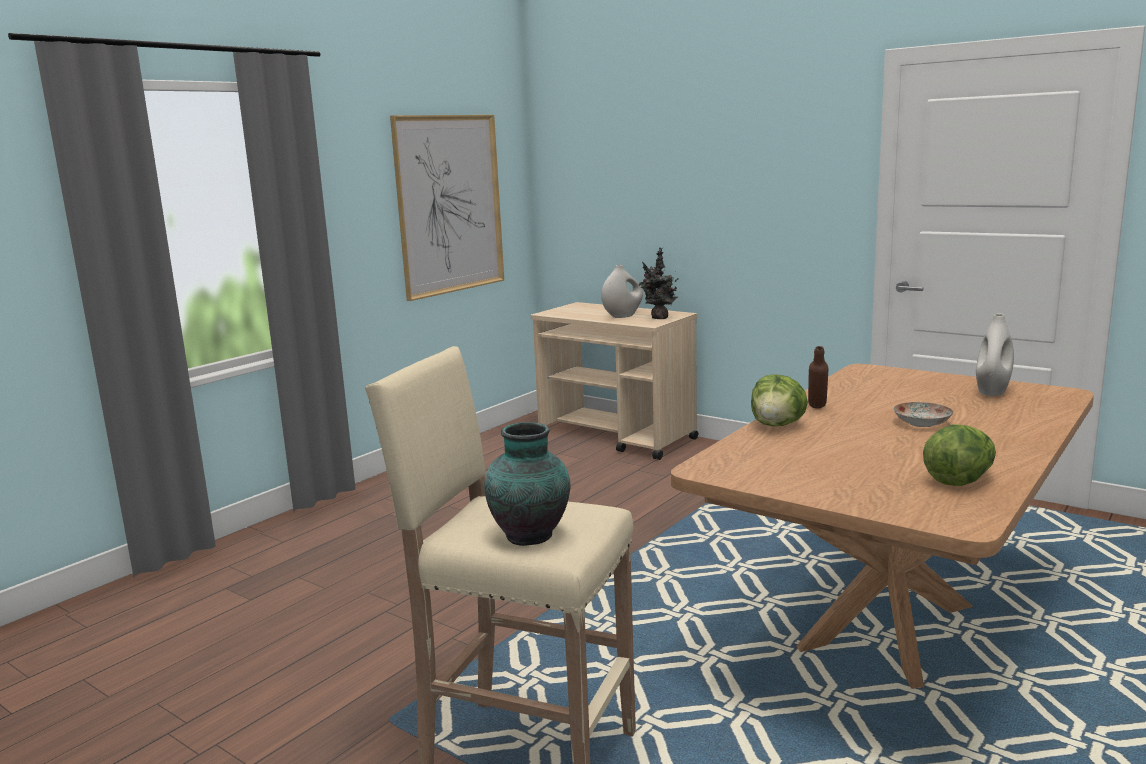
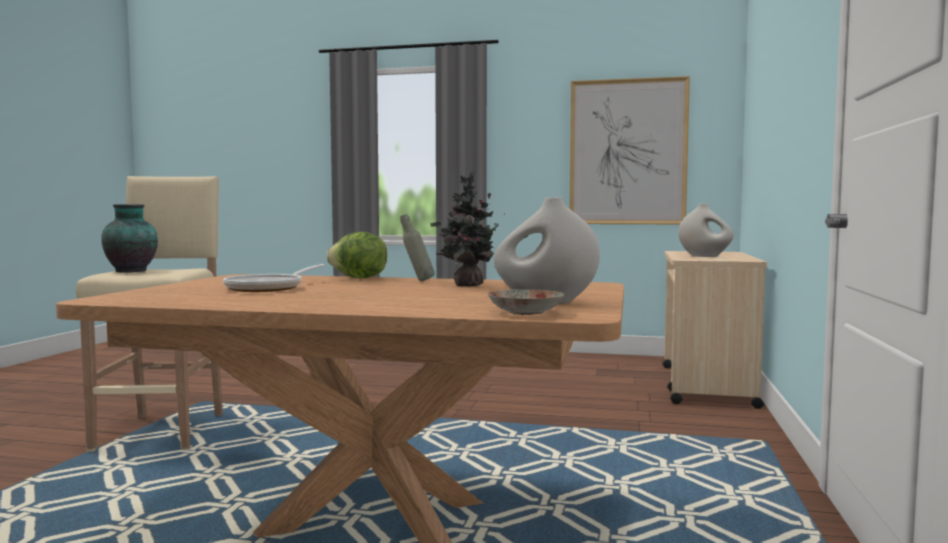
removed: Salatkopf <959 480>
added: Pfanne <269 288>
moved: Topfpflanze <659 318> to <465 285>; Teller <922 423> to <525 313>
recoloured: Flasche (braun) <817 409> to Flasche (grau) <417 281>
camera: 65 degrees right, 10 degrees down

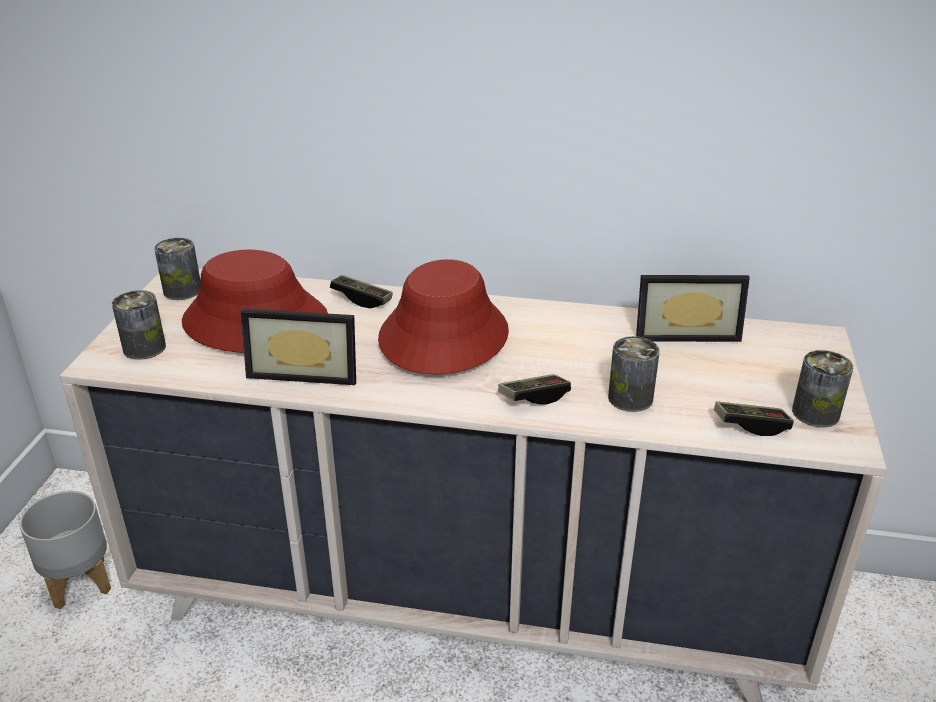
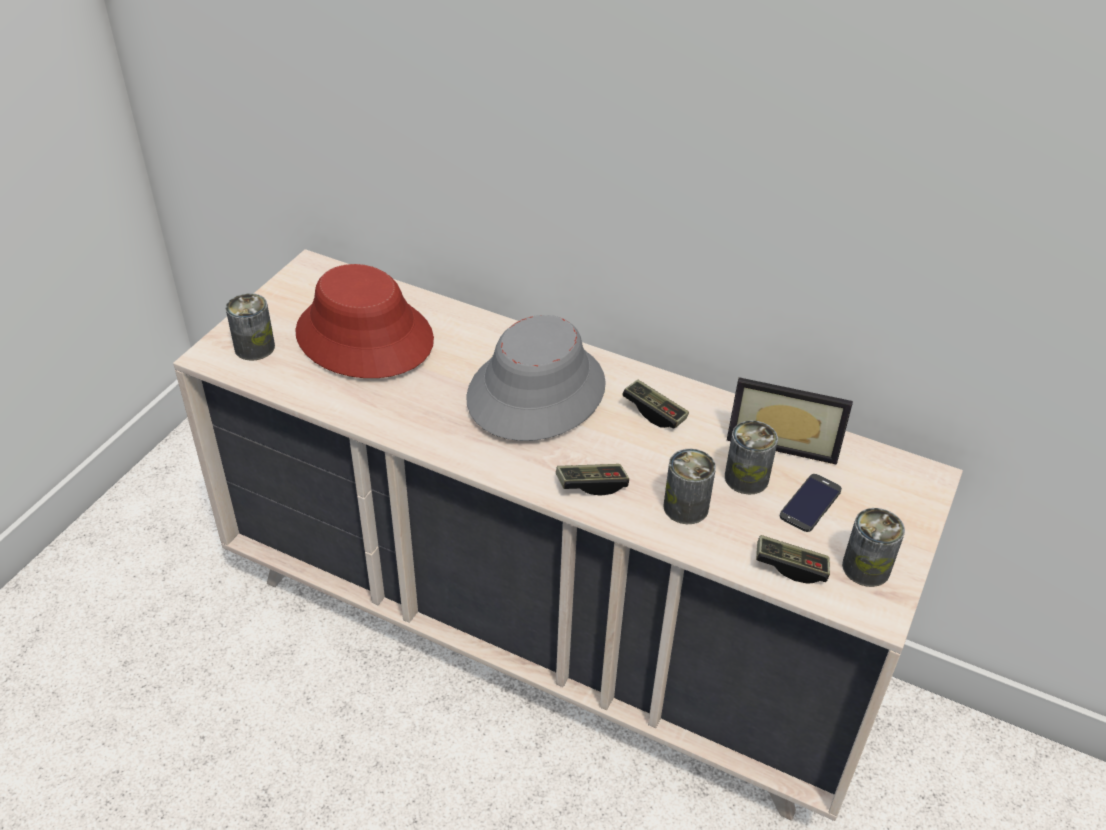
removed: Bilderrahmen <305 370>; Pflanzkübel (grau) <79 582>
added: Handy <810 503>
moved: Dose <182 290> to <746 478>; Gamepad <362 299> to <654 412>
recoloured: Hut (rot) <443 335> to Hut (grau) <536 391>
camera: 15 degrees right, 10 degrees up

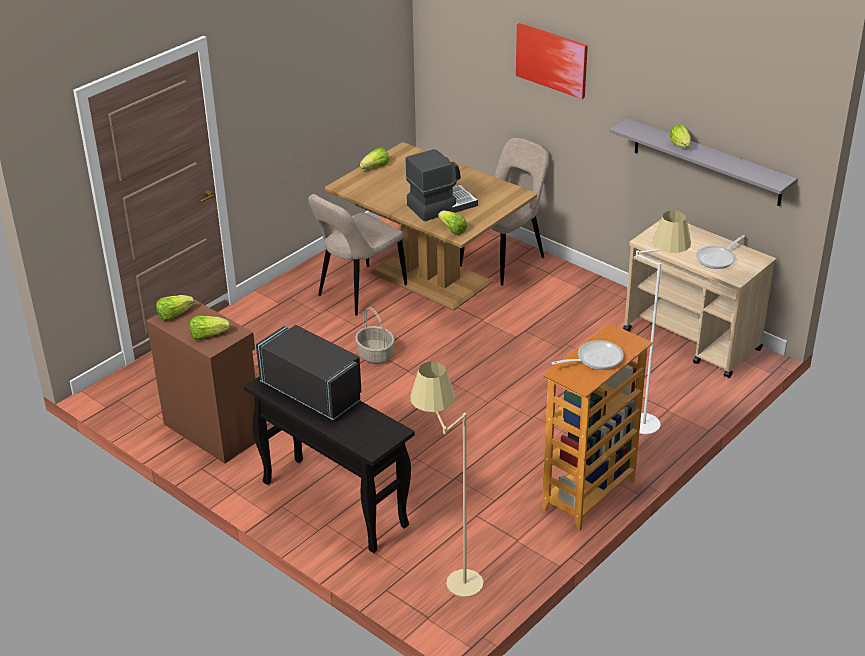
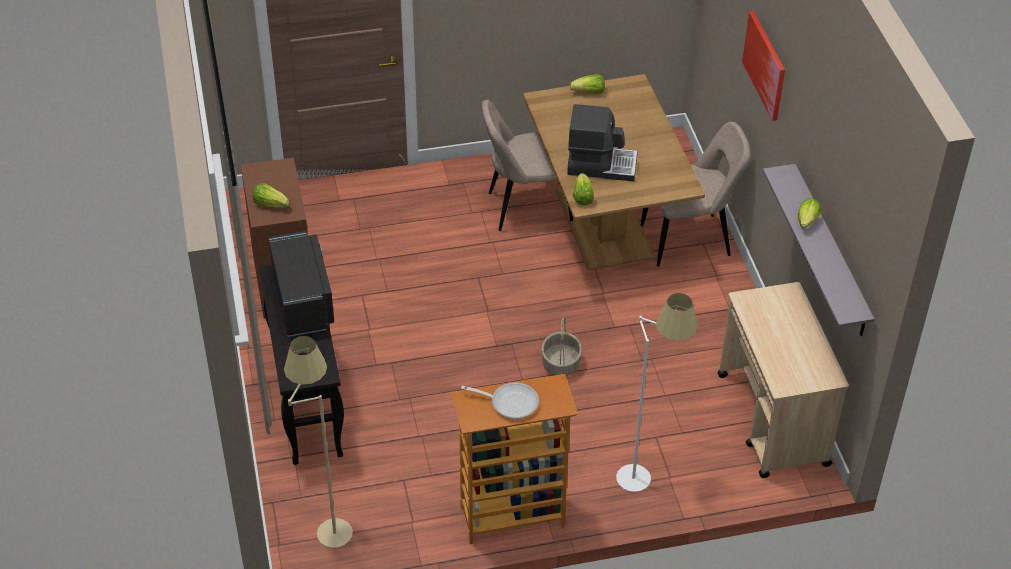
removed: Pfanne <718 258>; Salatkopf <174 315>
moved: Korb <376 355> to <561 364>
camera: 35 degrees right, 10 degrees up

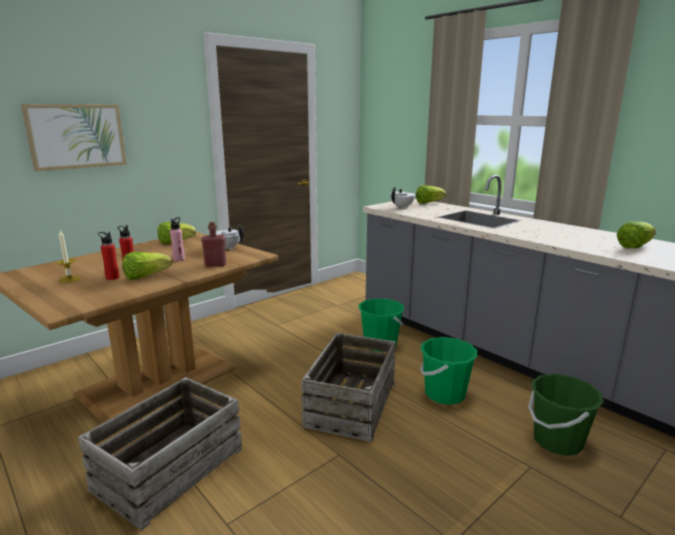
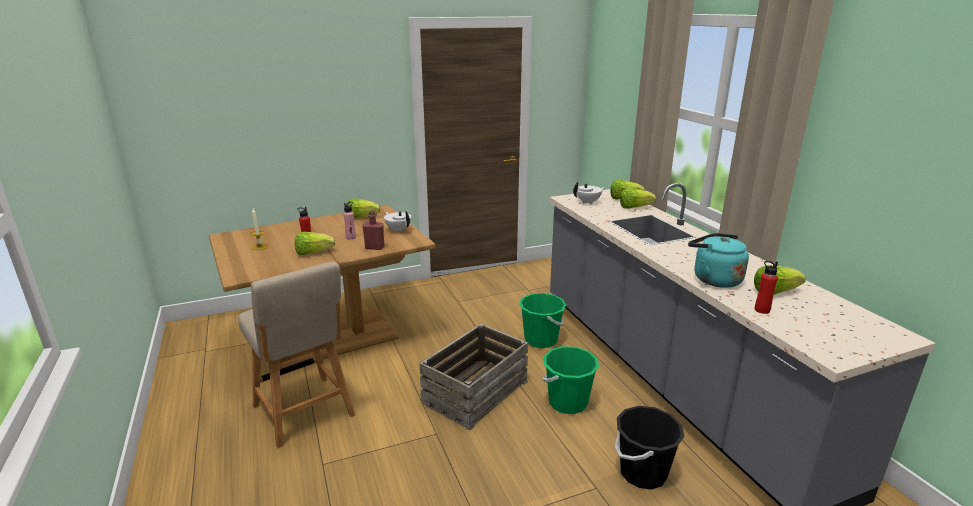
removed: Bild <77 136>
added: Salatkopf <634 207>; Wasserkessel (türkis) <714 279>
moved: Flasche (rot) <112 277> to <762 310>
replaced: Kiste <170 470> to Stuhl (beige) <305 413>
recoloured: Eimer (grün) <557 441> to Eimer (schwarz) <642 472>
camera: 20 degrees right, 5 degrees up

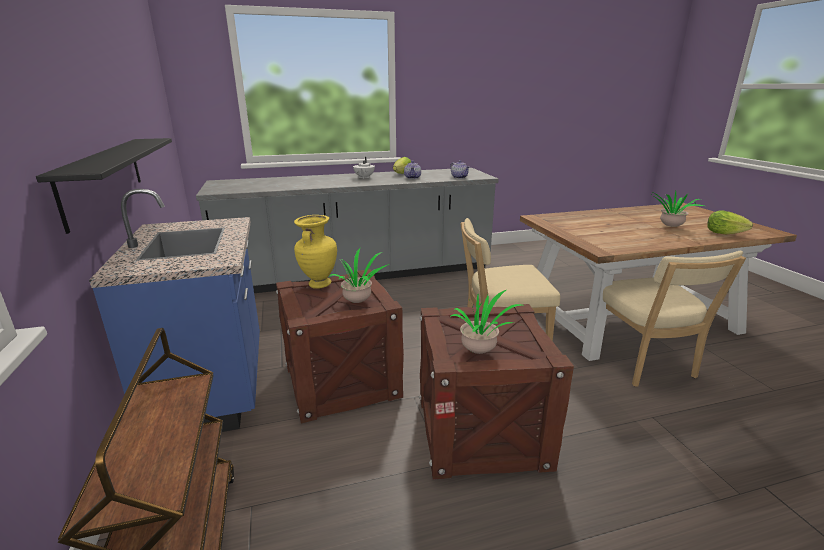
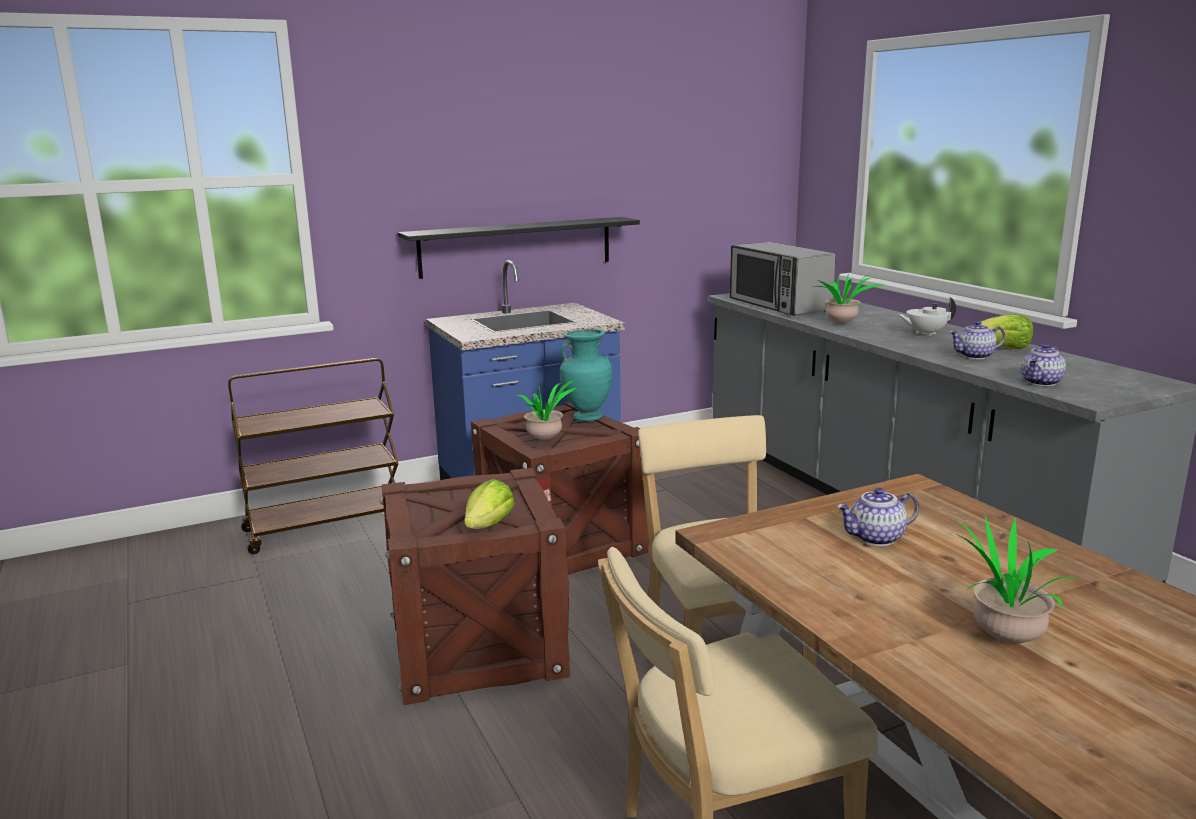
added: Mikrowelle <778 305>; Teekanne <876 539>
moved: Salatkopf <723 233> to <489 526>; Topfpflanze <481 351> to <842 324>
recoloured: Vase (gelb) <318 284> to Vase (türkis) <587 417>
camera: 80 degrees right, 5 degrees down

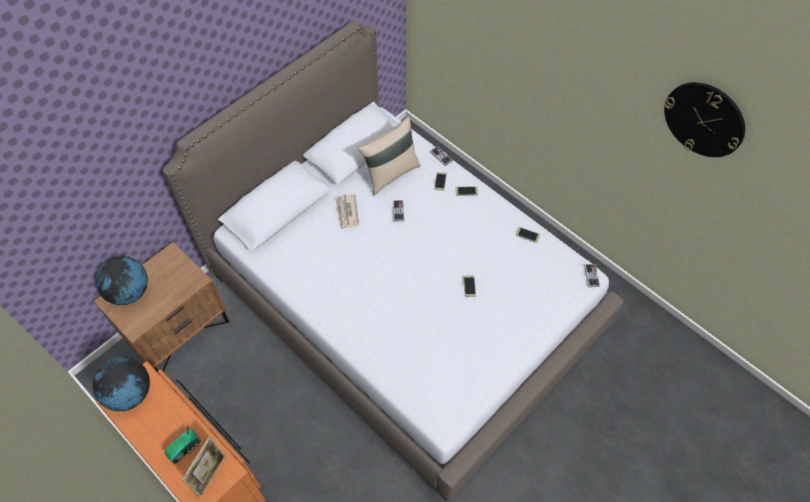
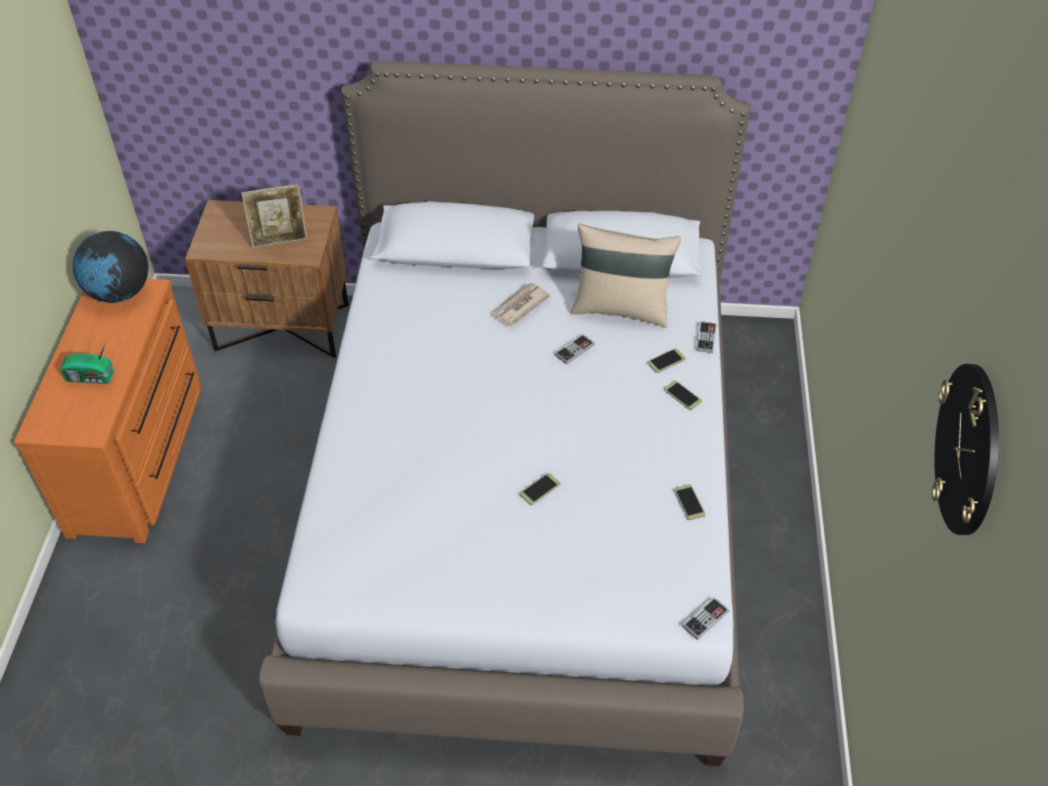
removed: Globus <129 292>
moved: Bilderrahmen <211 474> to <280 241>
camera: 50 degrees right, 10 degrees down

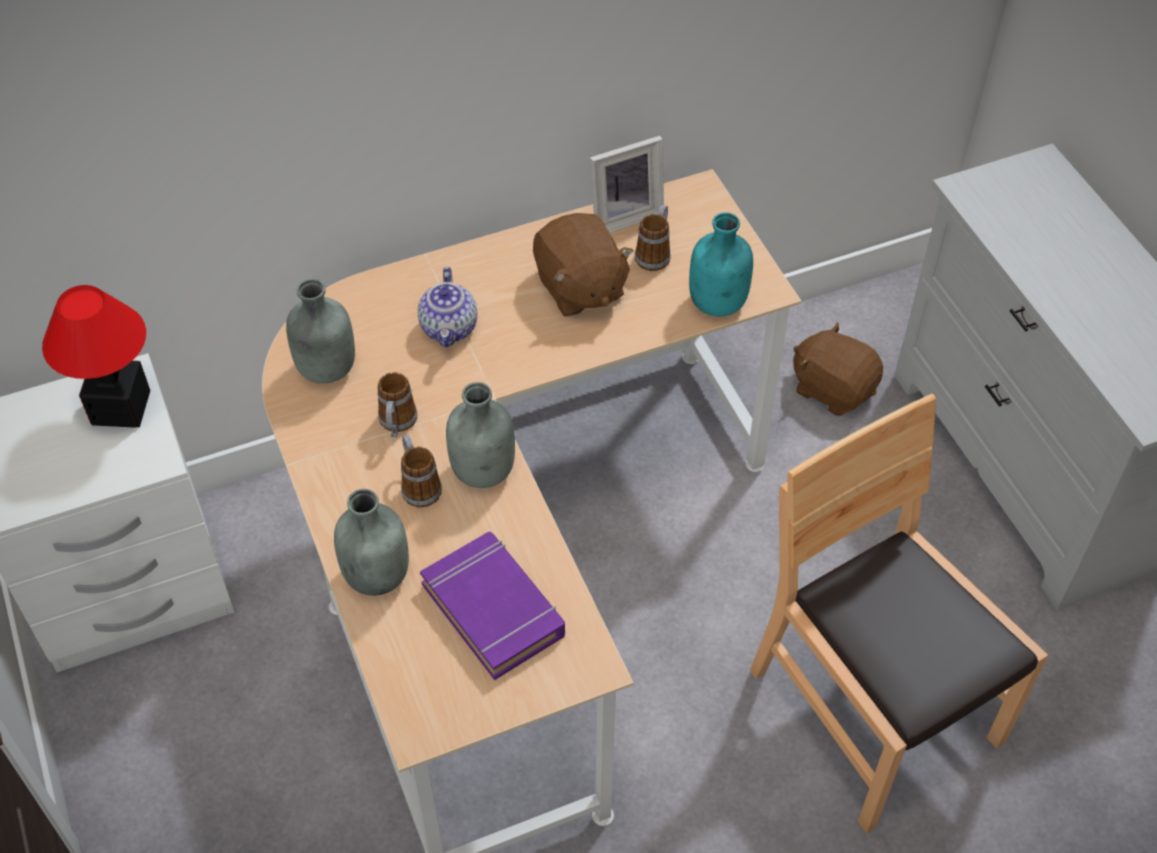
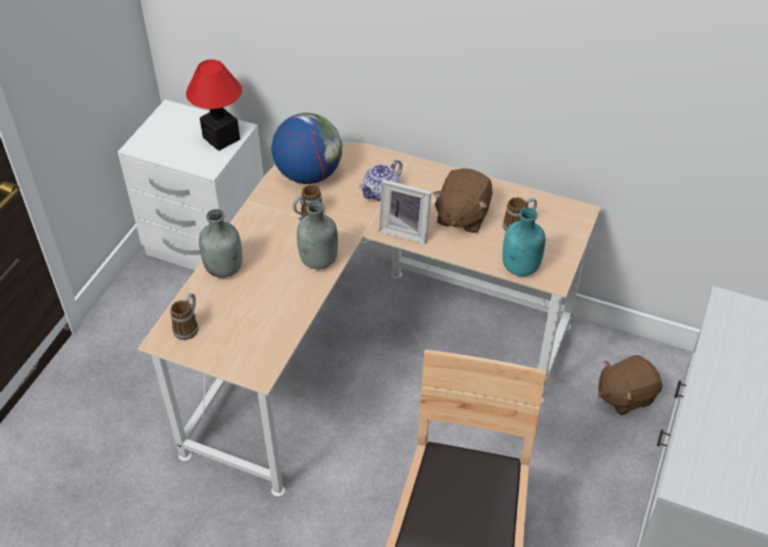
removed: Buch (lila) <494 609>
moved: Bilderrahmen <623 215> to <405 230>; Henkelbecher <418 485> to <188 326>
replaced: Flasche (grau) <326 369> to Globus <308 174>
turned: Plüschtier (braun) <833 388> = <625 395> 105 degrees counterclockwise
camera: 45 degrees right, 5 degrees down

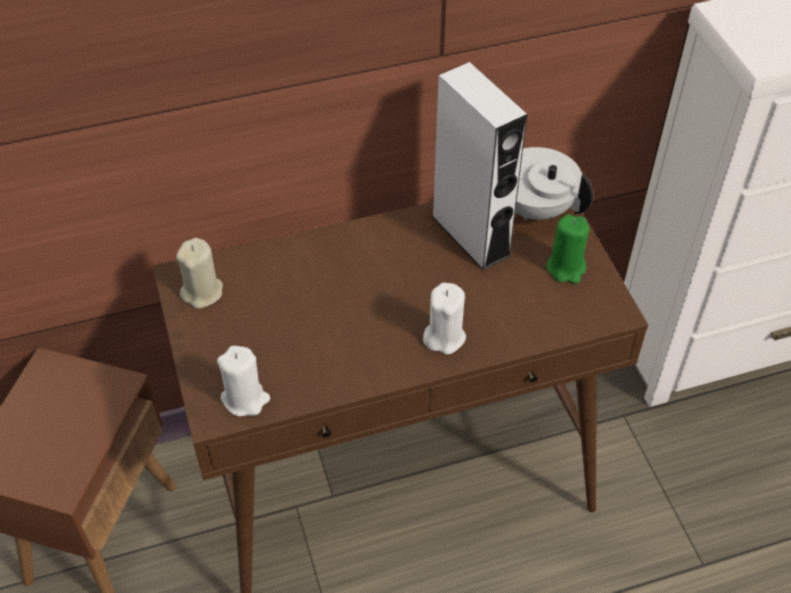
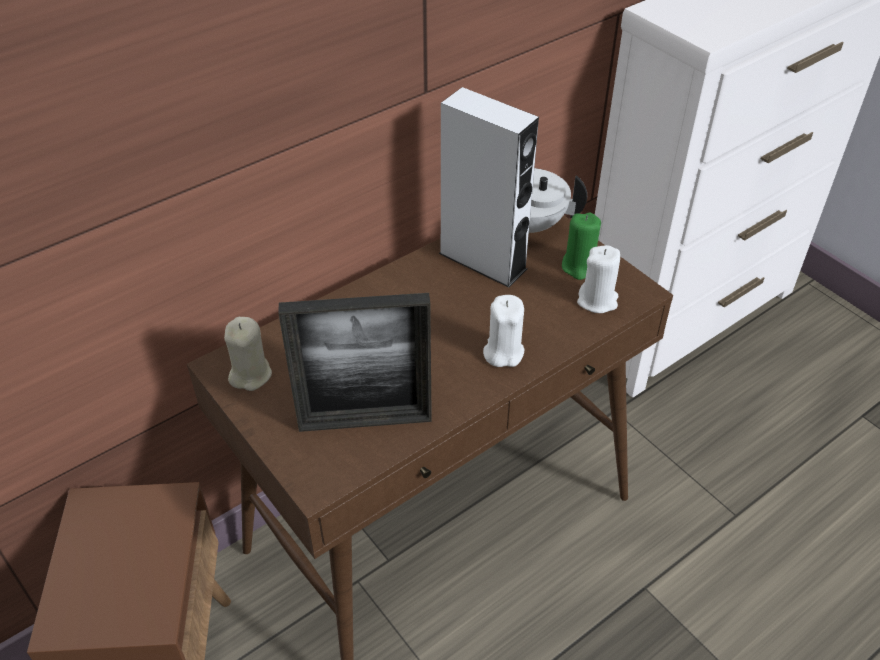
added: Bilderrahmen <365 421>
moved: Kerze (weiß) <245 399> to <597 300>
camera: 20 degrees left, 5 degrees down

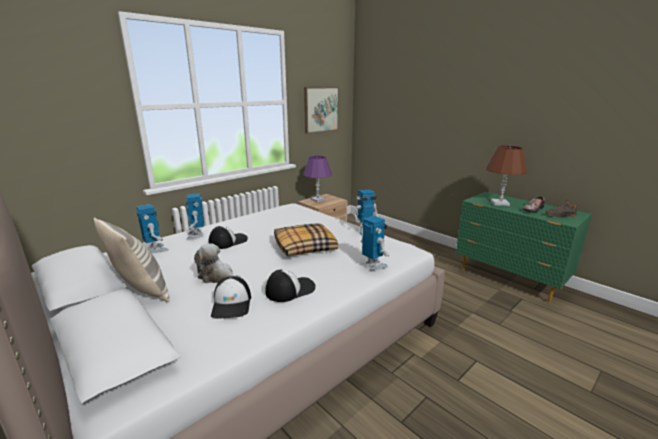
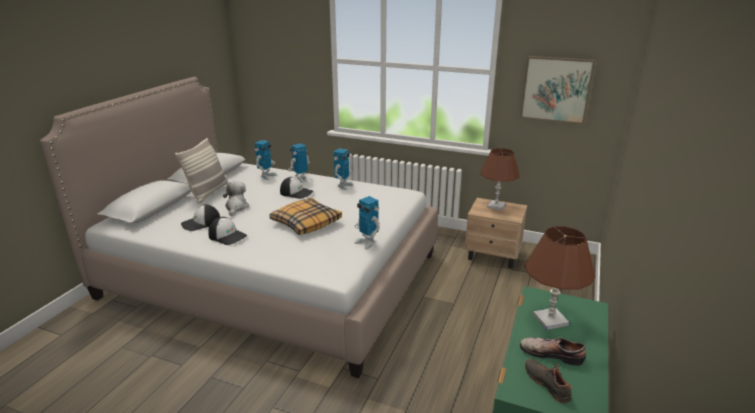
moved: Spielzeugroboter <373 266> to <343 186>
recoloured: Tischlampe (lila) <317 199> to Tischlampe (braun) <496 206>
camera: 65 degrees right, 5 degrees up

